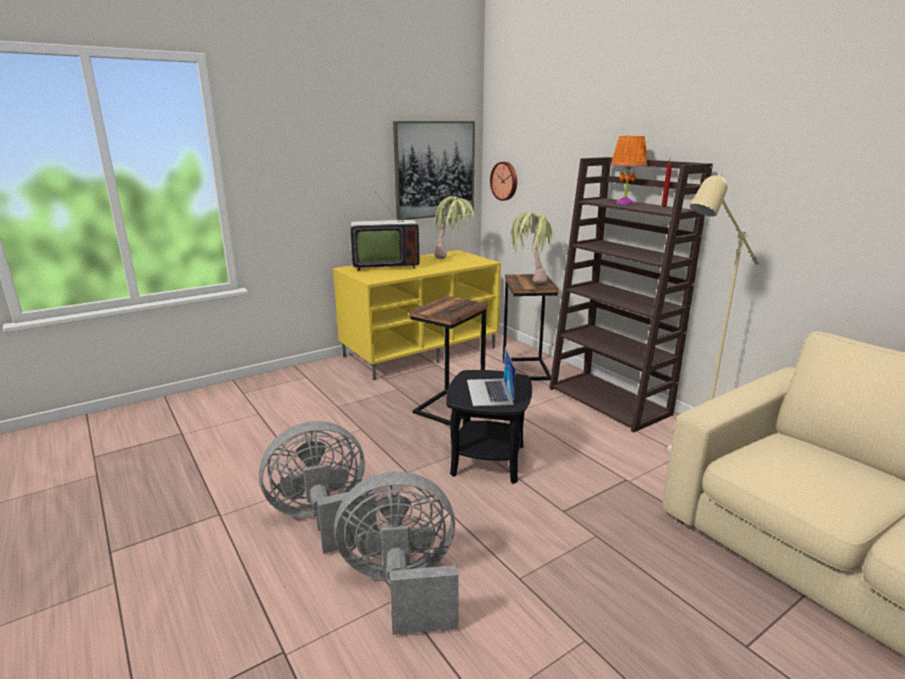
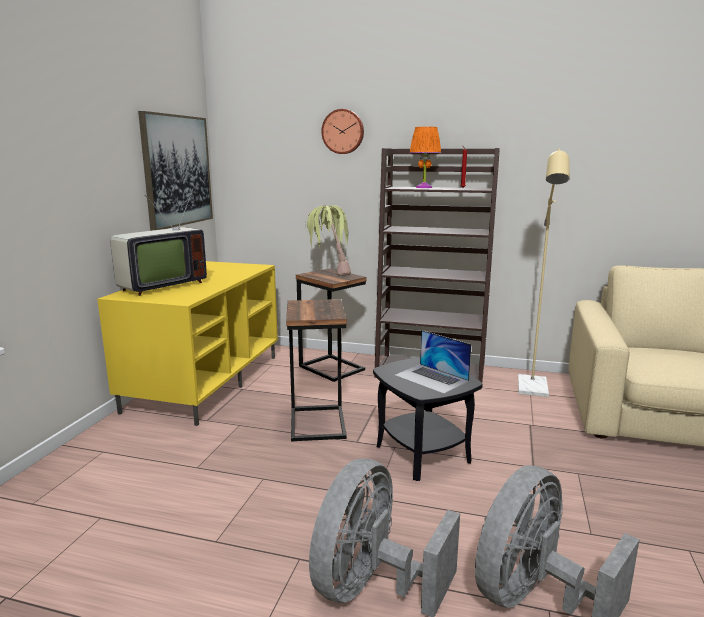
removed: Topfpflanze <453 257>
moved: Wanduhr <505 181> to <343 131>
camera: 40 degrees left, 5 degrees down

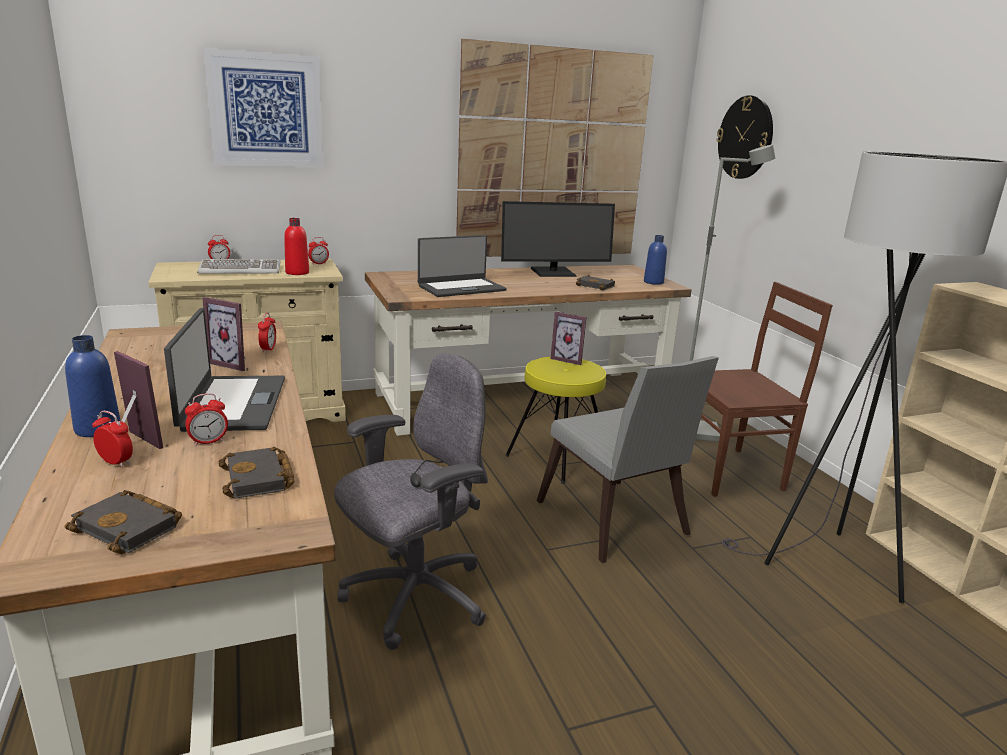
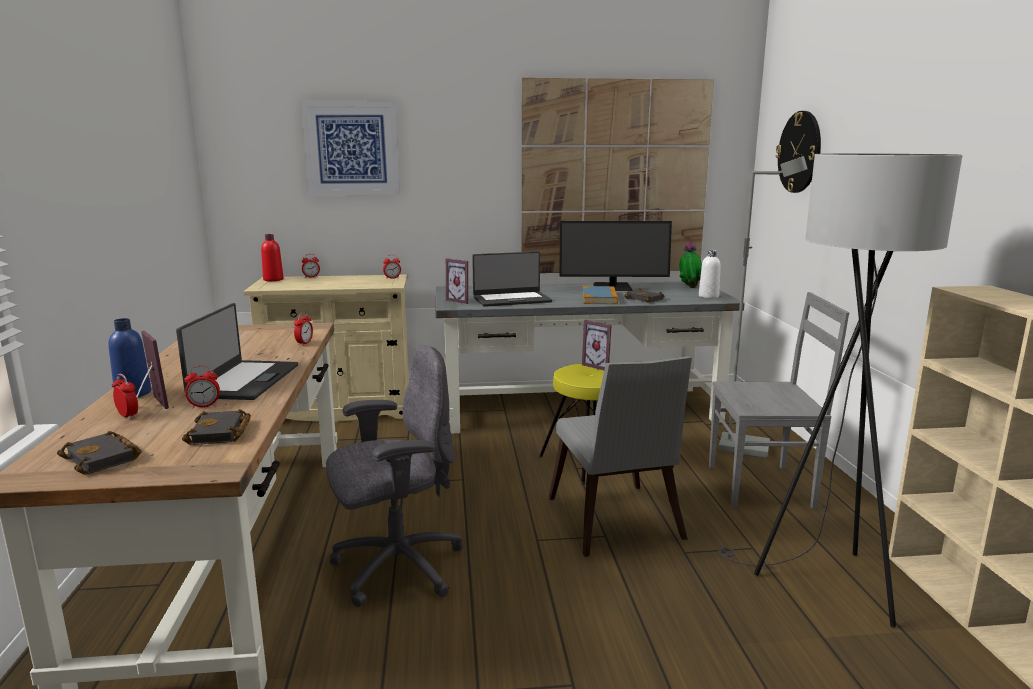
removed: Tastatur <240 270>
added: Topfpflanze <689 287>; Buch <599 298>
moved: Flasche (rot) <297 272> to <273 279>; Bilderrahmen <234 363> to <461 300>
recoloured: Flasche (blau) <653 282> to Flasche (weiß) <708 296>; Schreibtisch (braun) <521 399> to Schreibtisch (grau) <580 408>; Stuhl (braun) <730 471> to Stuhl (grau) <763 486>
camera: 15 degrees right, 5 degrees down

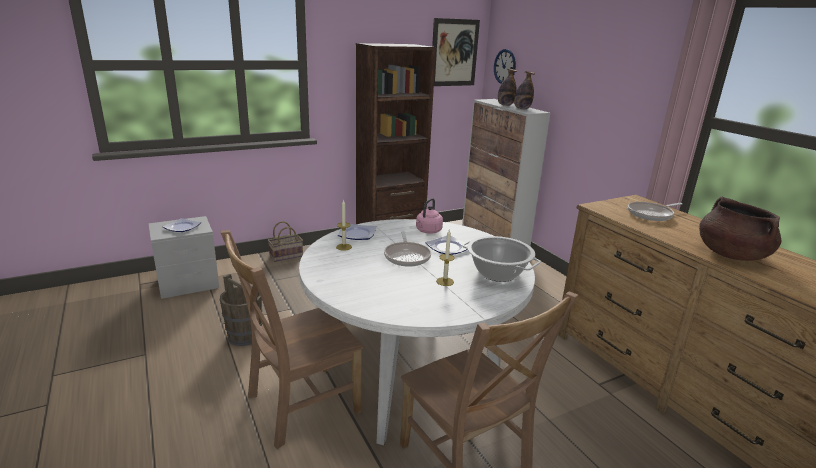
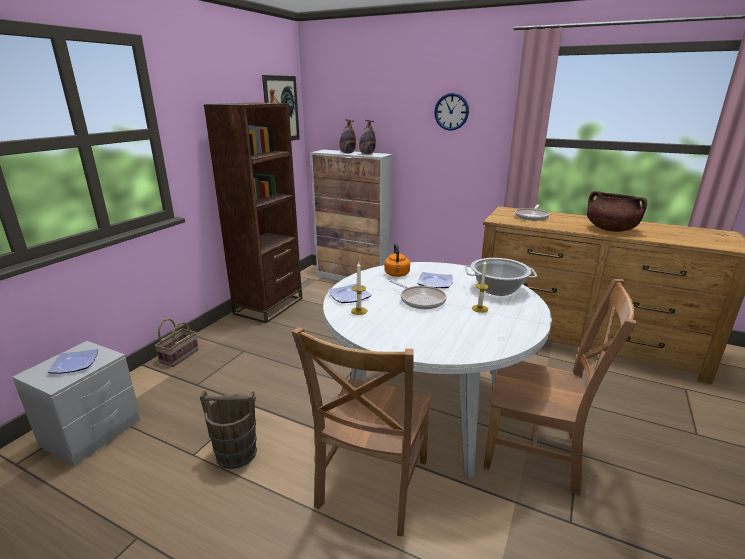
moved: Wanduhr <504 66> to <451 111>
recoloured: Wasserkessel (rosa) <427 231> to Wasserkessel (orange) <397 274>
camera: 35 degrees left, 0 degrees up

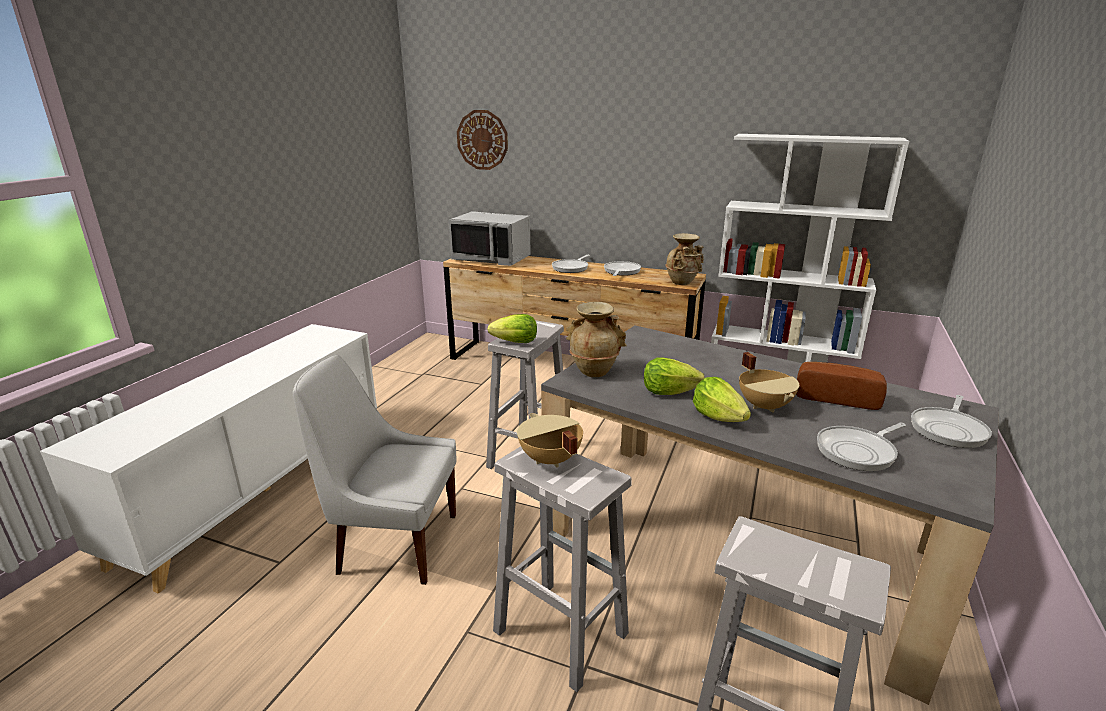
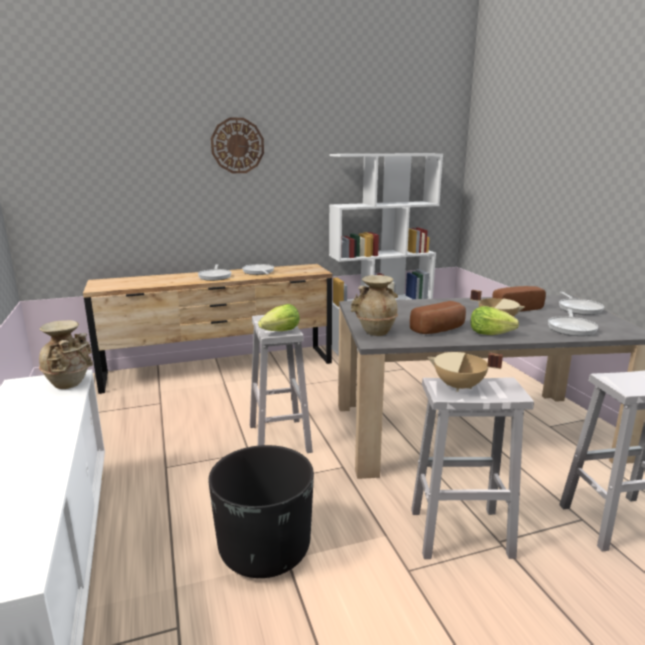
removed: Mikrowelle (grau) <492 258>
moved: Wanduhr <482 140> to <237 145>; Vase (beige) <683 282> to <70 384>
replaced: Stuhl (weiß) <394 543> to Pflanzkübel (schwarz) <264 549>; Salatkopf <668 392> to Brot <440 330>
camera: 40 degrees left, 5 degrees down

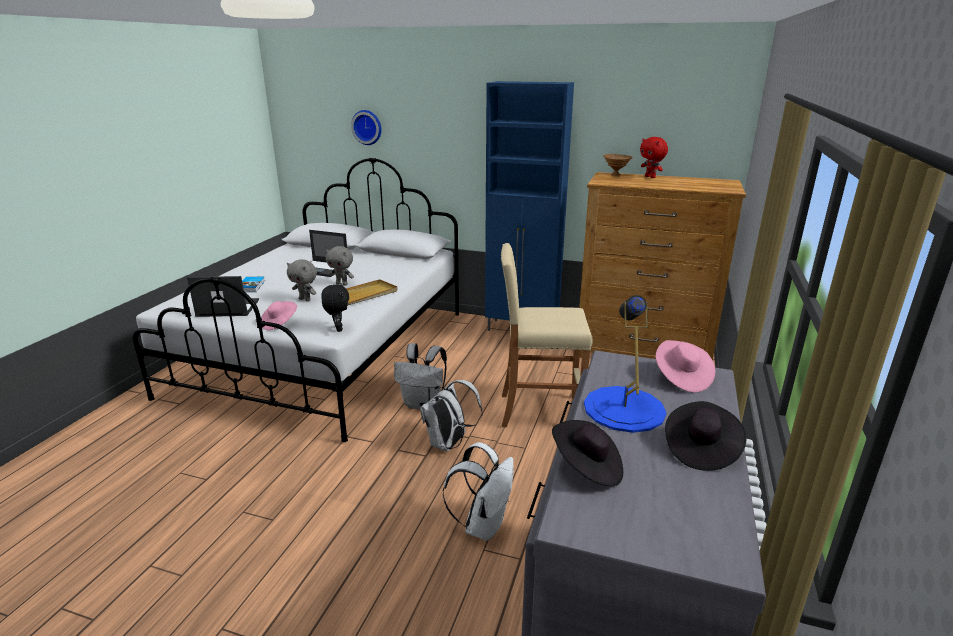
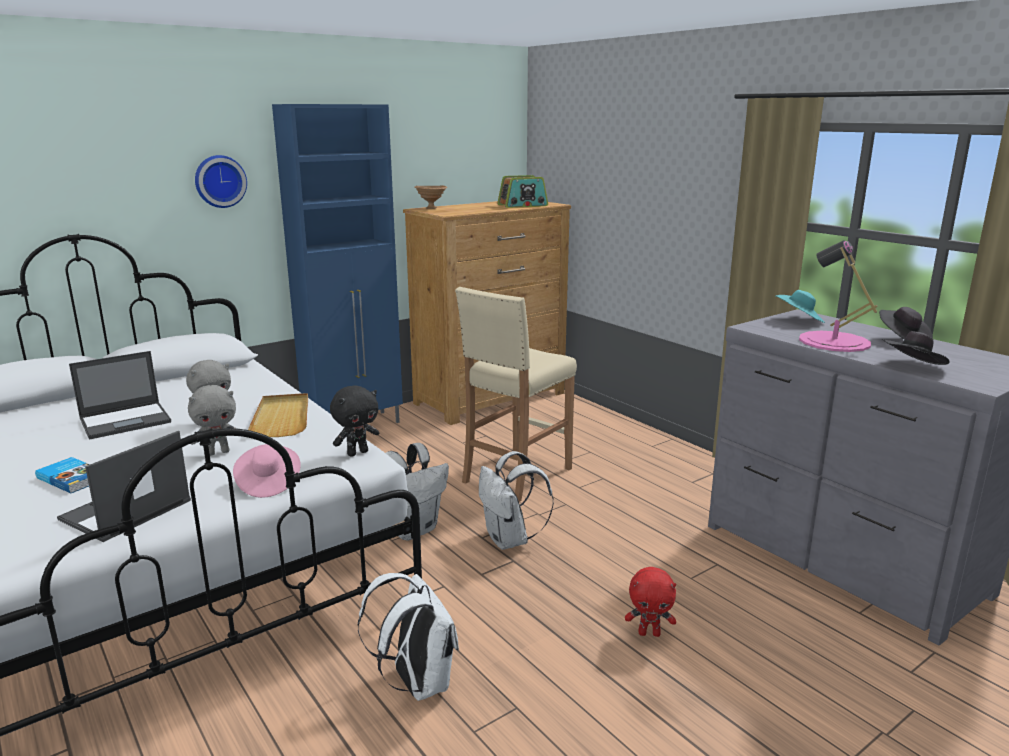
added: Radio <523 205>
moved: Wanduhr <367 127> to <219 181>; Plüschtier (rot) <650 177> to <649 633>; Rucksack (weiß) <483 525> to <417 683>
recoloured: Tischlampe (blau) <623 408> to Tischlampe (rosa) <834 341>; Hut (rosa) <681 378> to Hut (türkis) <799 320>
turned: Plüschtier (schwarz) <338 329> = <357 453> 120 degrees clockwise
camera: 55 degrees left, 5 degrees down

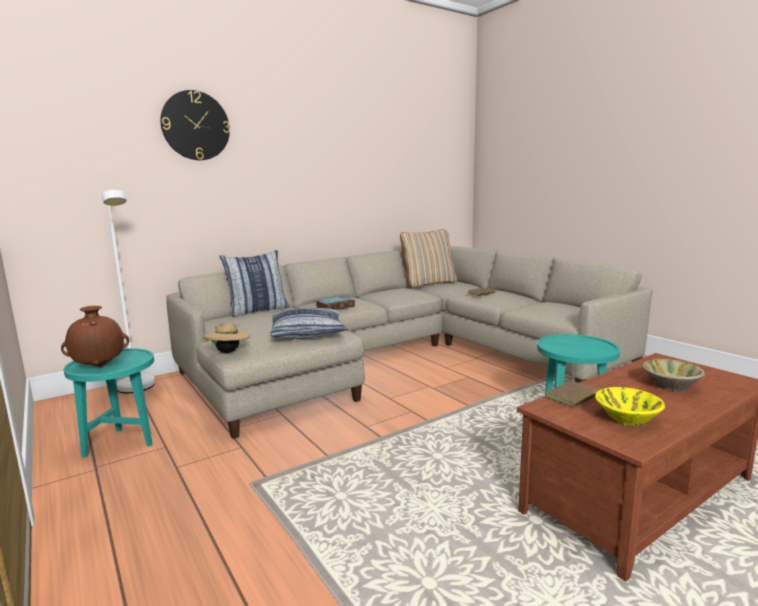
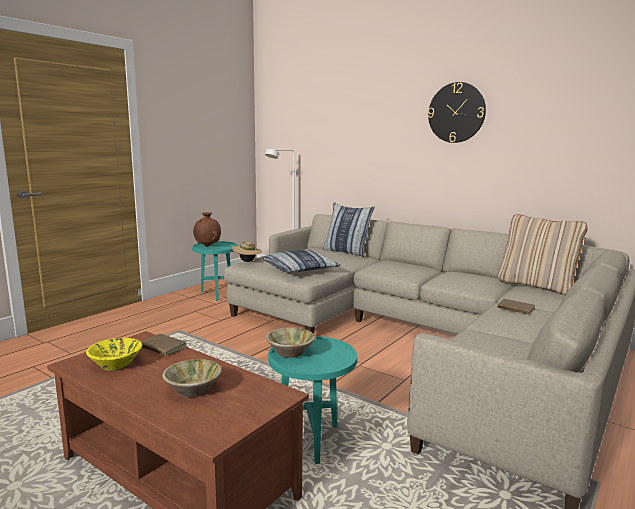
removed: Buch <335 306>
added: Schüssel (beige) <290 352>
moved: Wanduhr <195 126> to <456 112>
camera: 70 degrees right, 0 degrees up

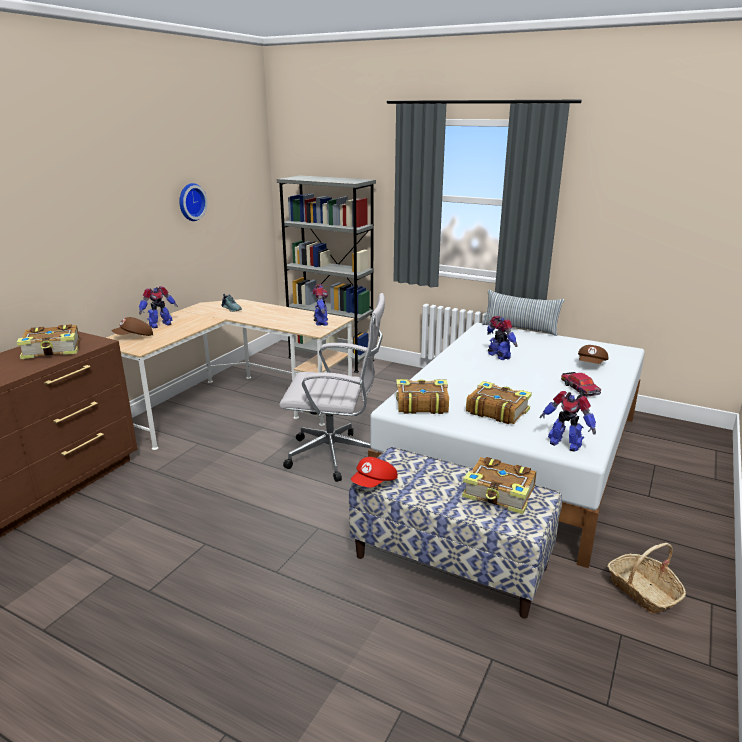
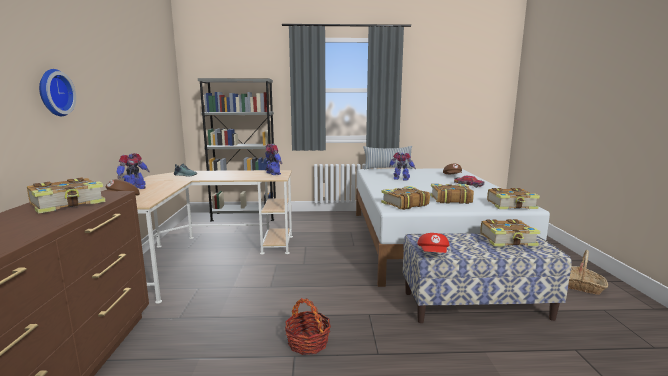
removed: Bürostuhl (weiß) <336 456>
added: Korb <307 342>
moved: Wanduhr <190 202> to <53 93>
replaced: Spielzeugroboter <564 444> to Buch <511 205>
camera: 30 degrees left, 10 degrees down

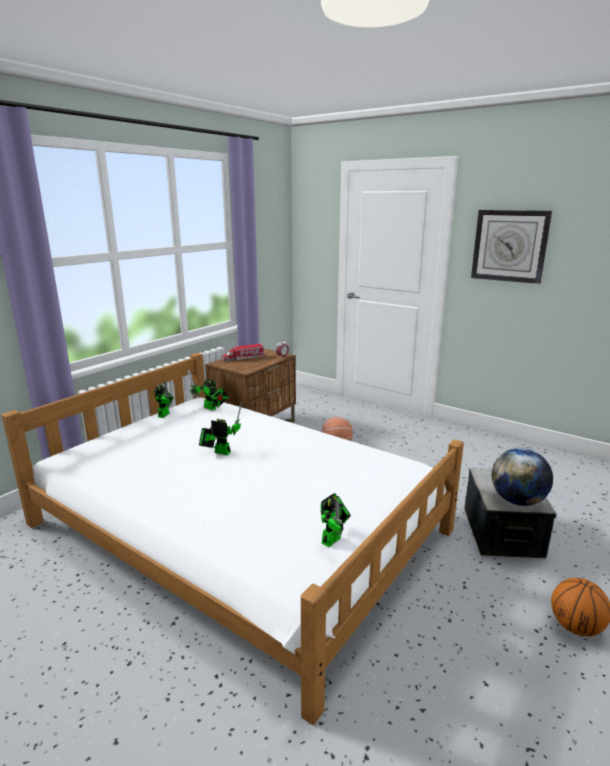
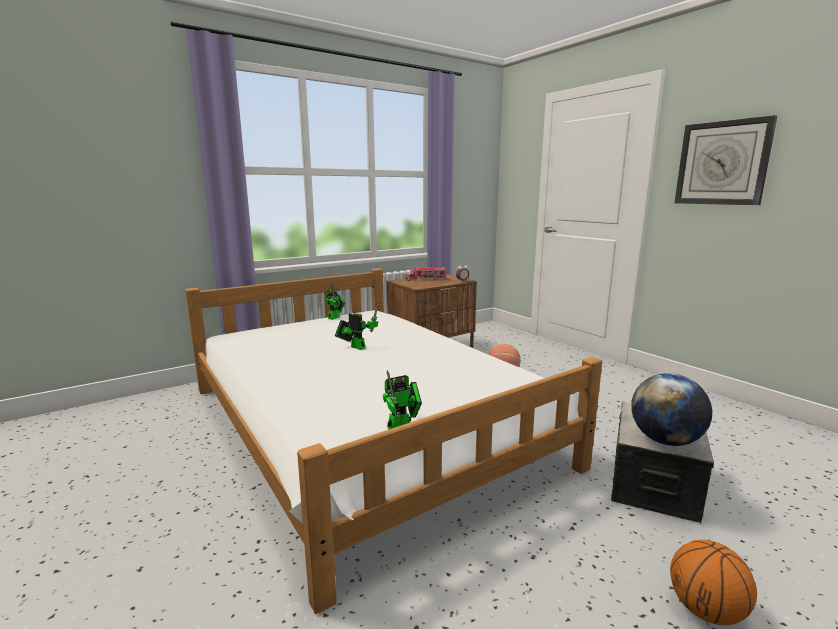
removed: Spielzeugroboter <211 408>
camera: 20 degrees right, 5 degrees down

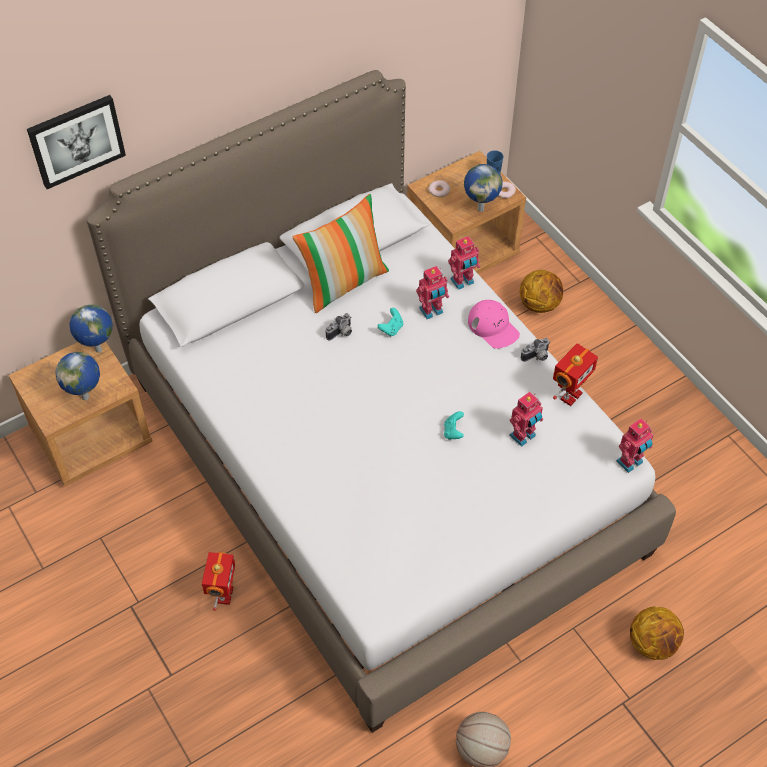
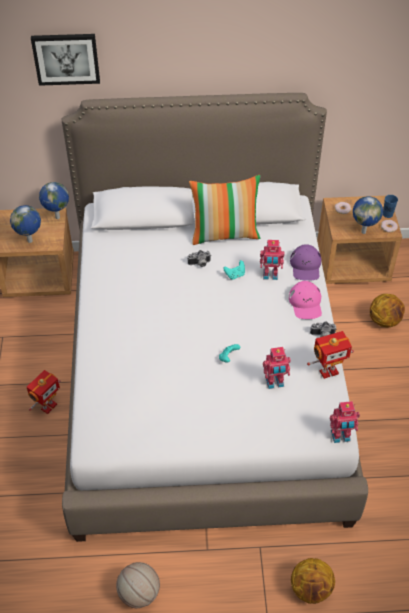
replaced: Spielzeugroboter <463 282> to Kappe (lila) <305 266>
camera: 30 degrees right, 5 degrees down

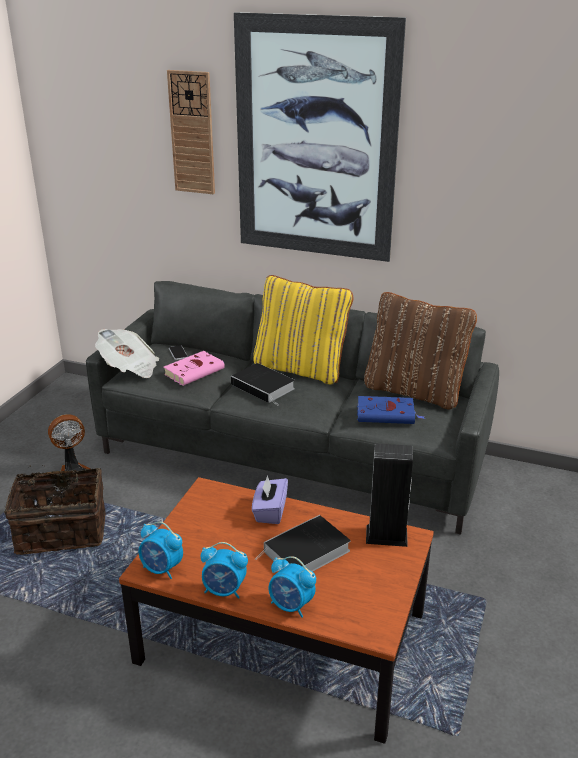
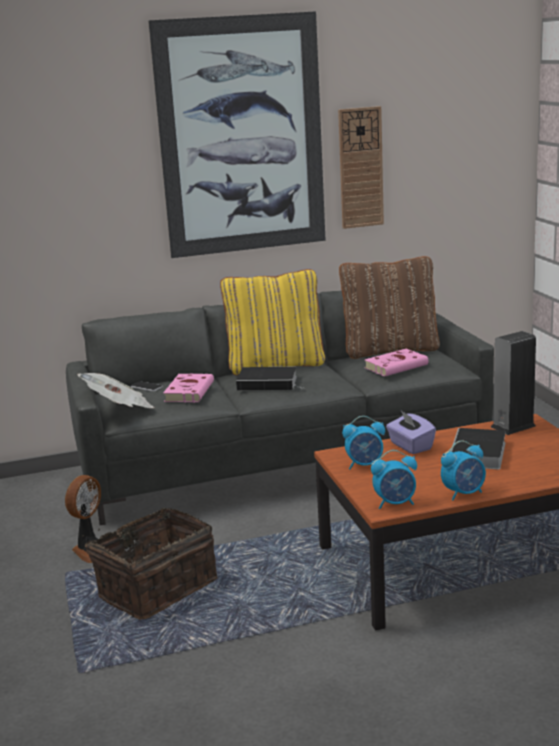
moved: Wanduhr <192 133> to <360 168>; Wecker <291 606> to <365 465>
recoloured: Buch (blau) <387 414> to Buch (rosa) <397 366>
camera: 35 degrees left, 10 degrees down

